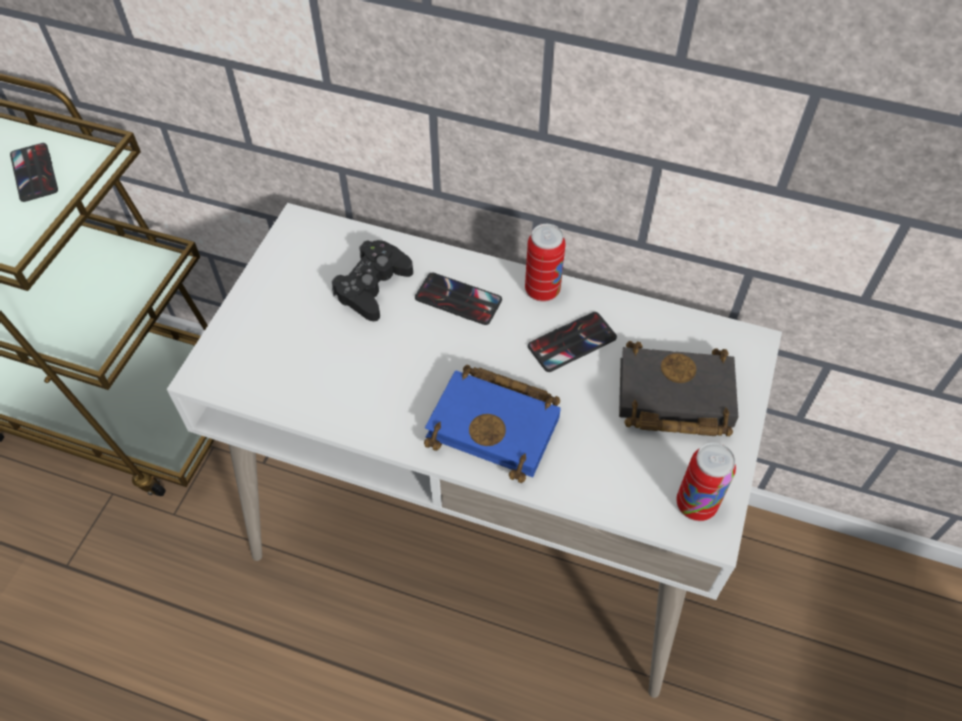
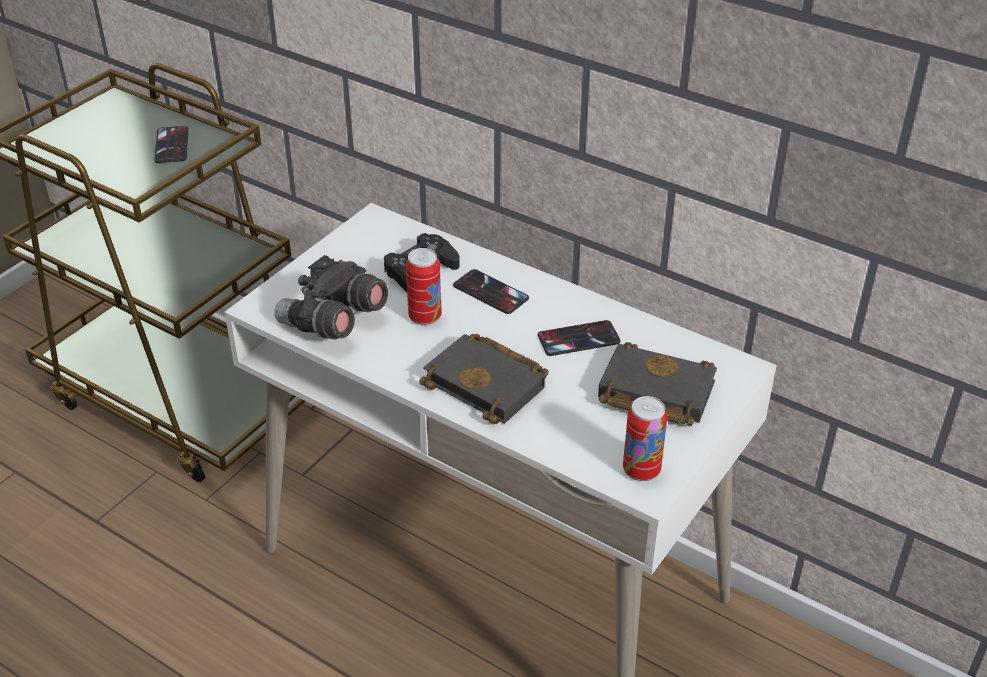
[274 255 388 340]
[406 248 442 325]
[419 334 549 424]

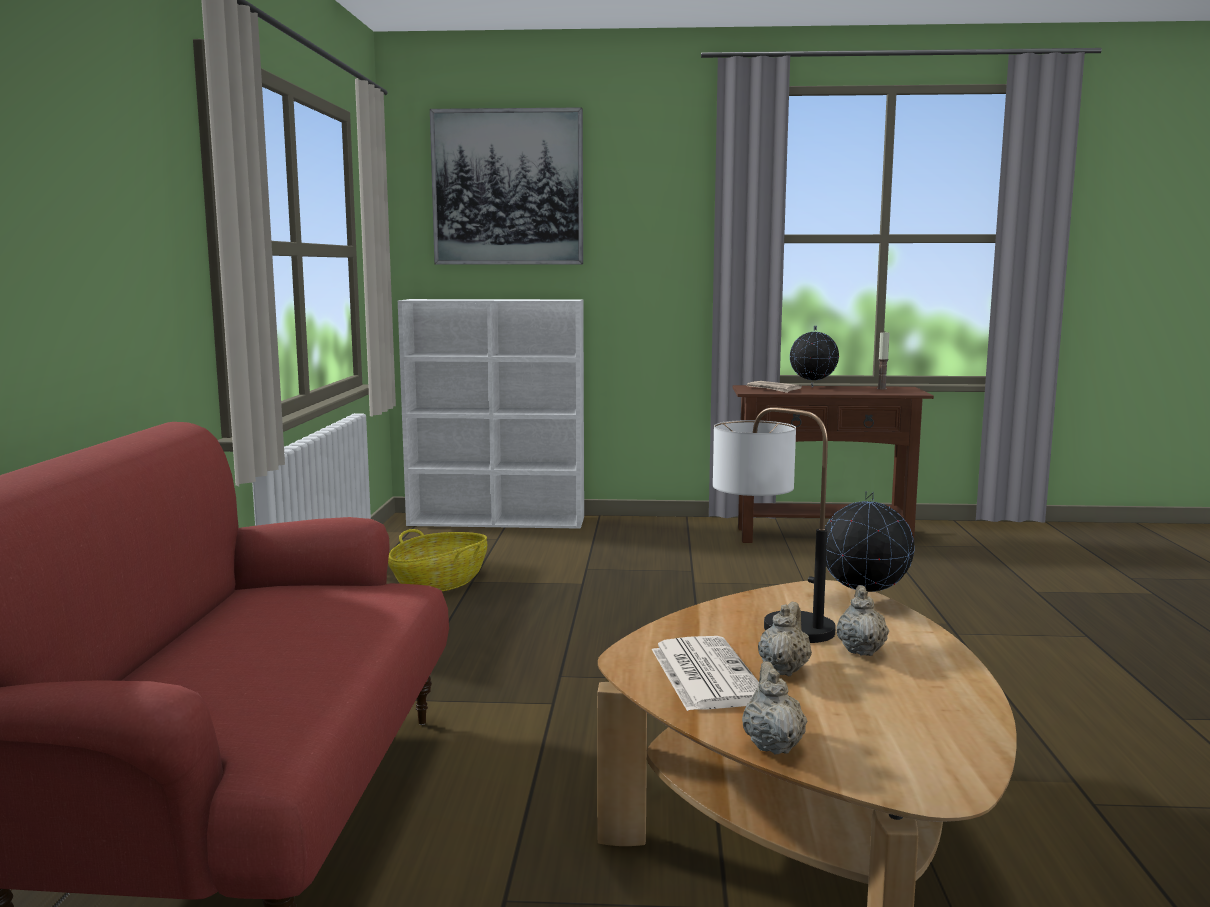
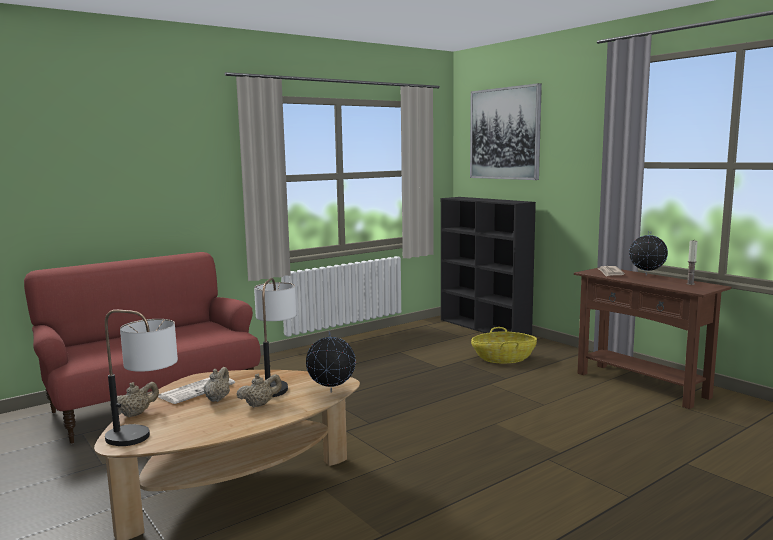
[105 310 178 446]
[471 327 537 363]
[441 197 536 335]
[204 367 230 402]

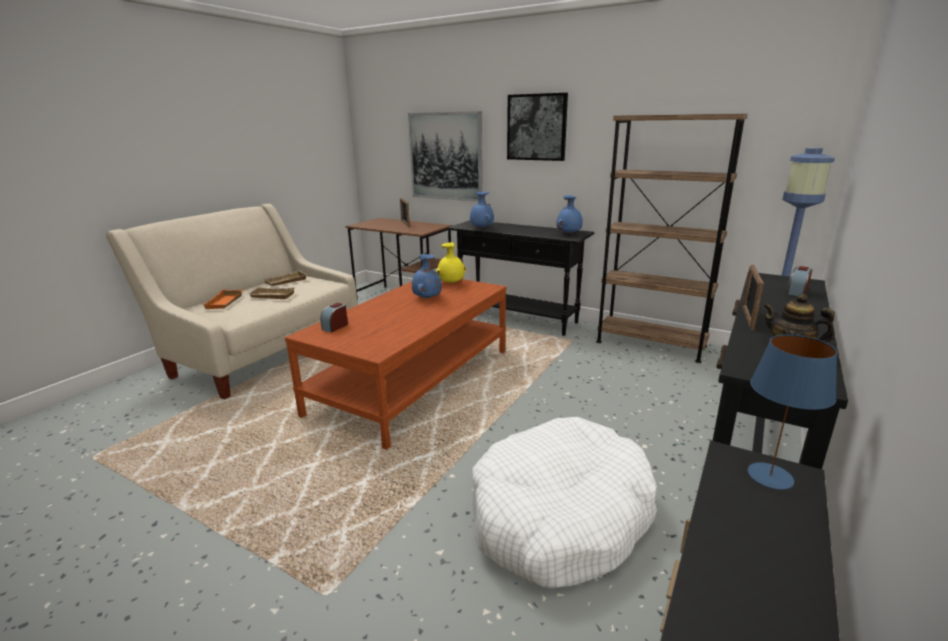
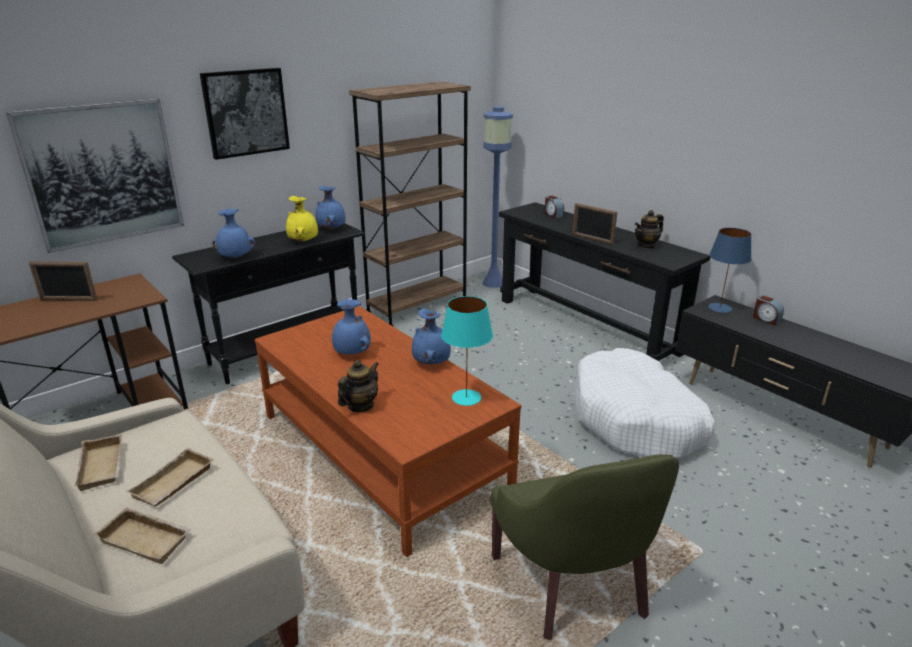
[338 360 379 412]
[412 308 451 364]
[441 296 493 406]
[490 454 679 640]
[753 296 784 326]
[286 196 318 242]
[93 507 192 564]

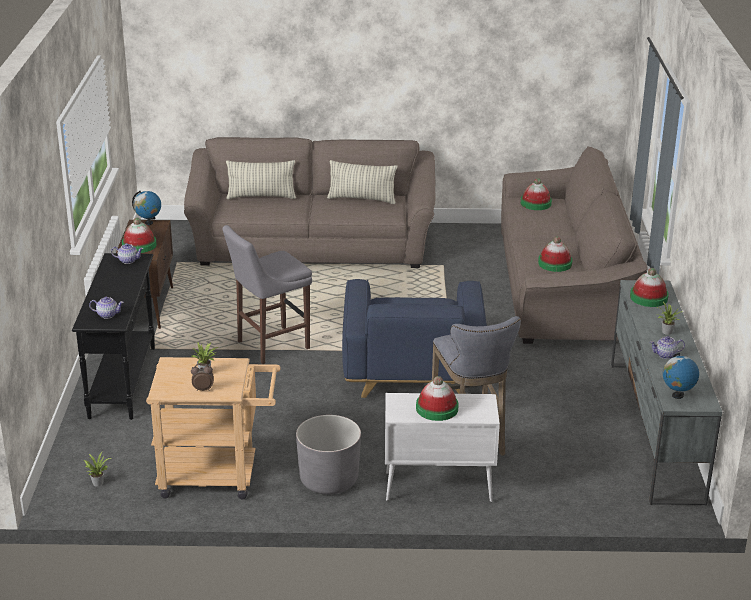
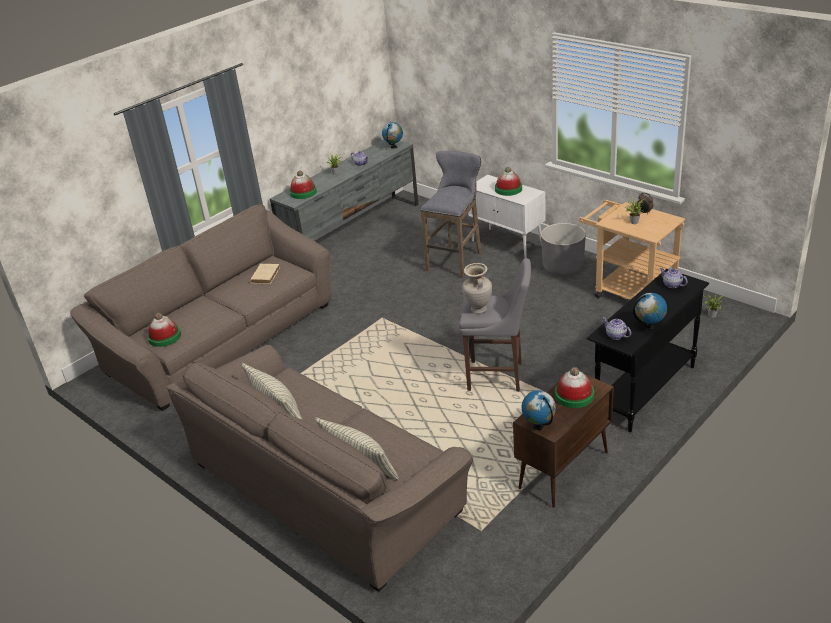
[342 279 487 398] (first image)
[462 263 492 314]
[633 293 667 330]
[250 264 280 284]

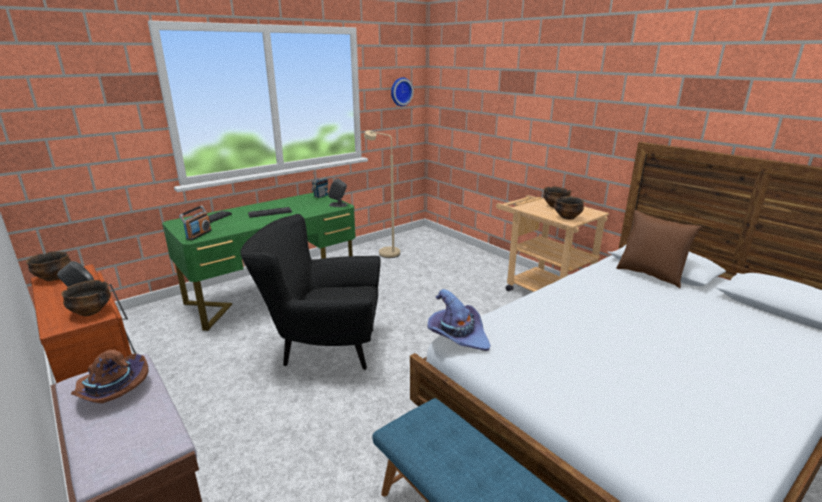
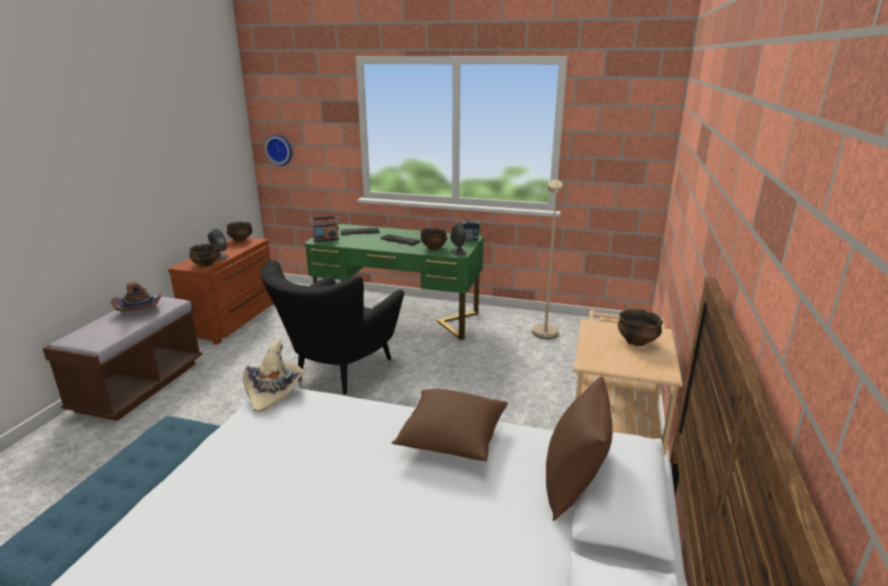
[392 389 507 462]
[265 135 292 166]
[420 228 447 250]
[243 340 305 412]
[260 260 404 394]

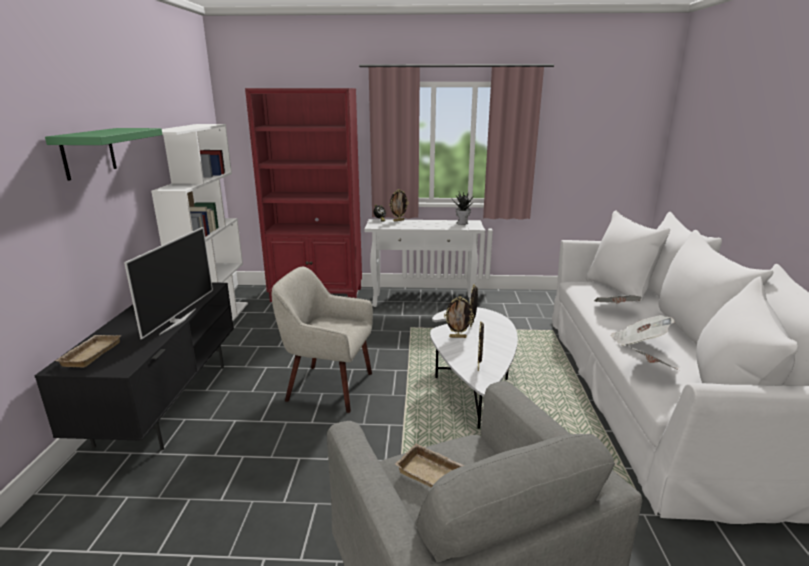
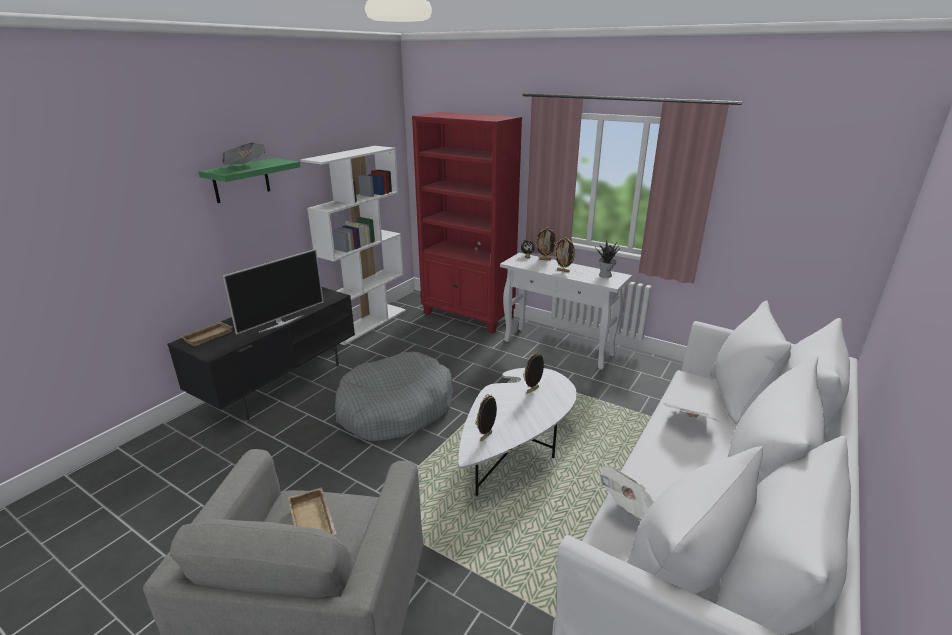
[554 237 576 273]
[222 143 265 165]
[335 352 453 441]

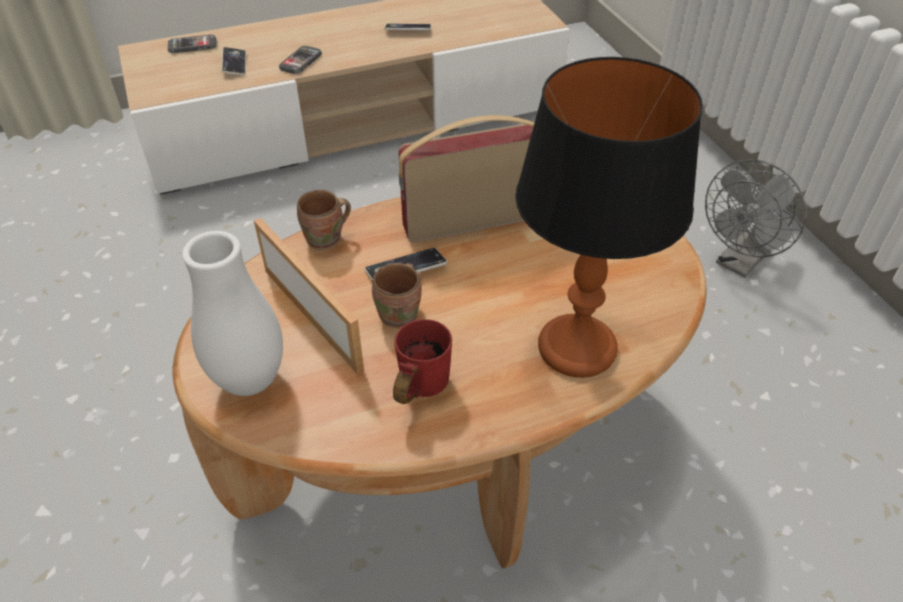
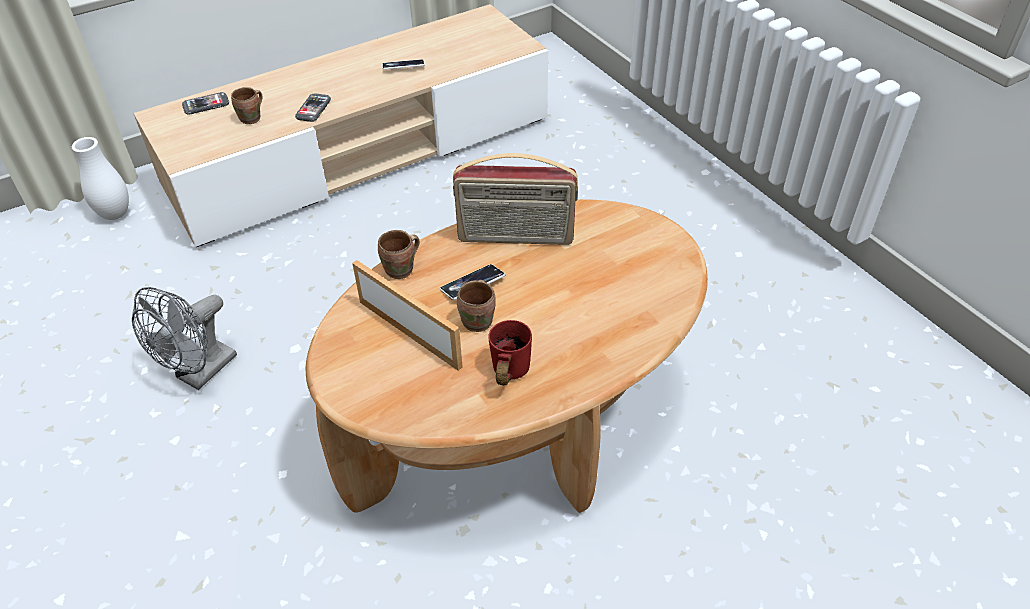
[515 57 703 378] (first image)
[72 137 129 220]
[132 287 237 390]
[231 87 262 124]
[453 153 578 245]

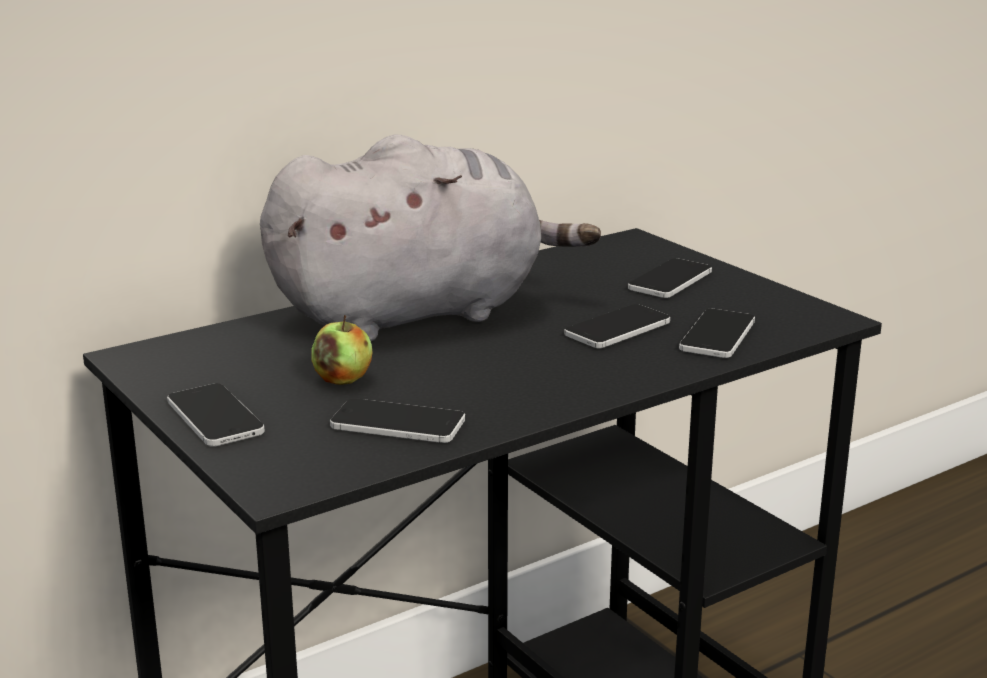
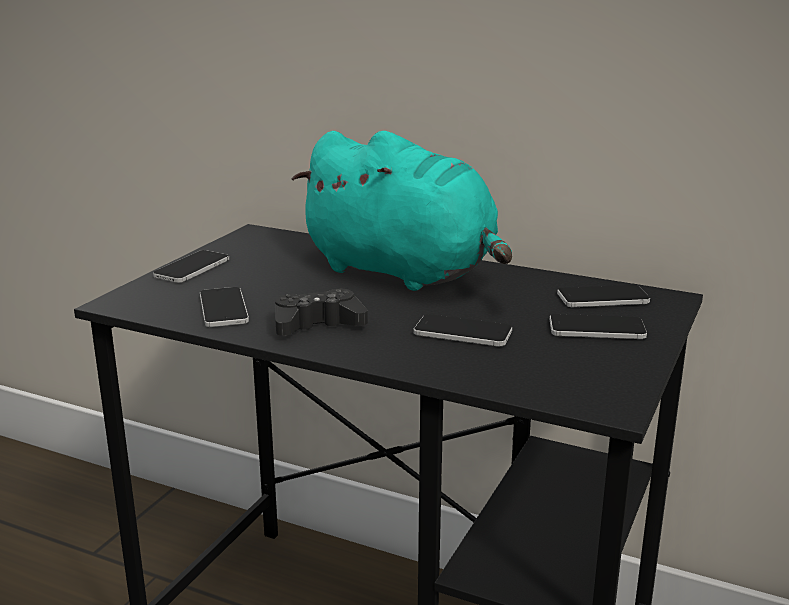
[311 315 372 385] (first image)
[275 288 368 336]
[557 285 650 307]
[292 131 512 291]

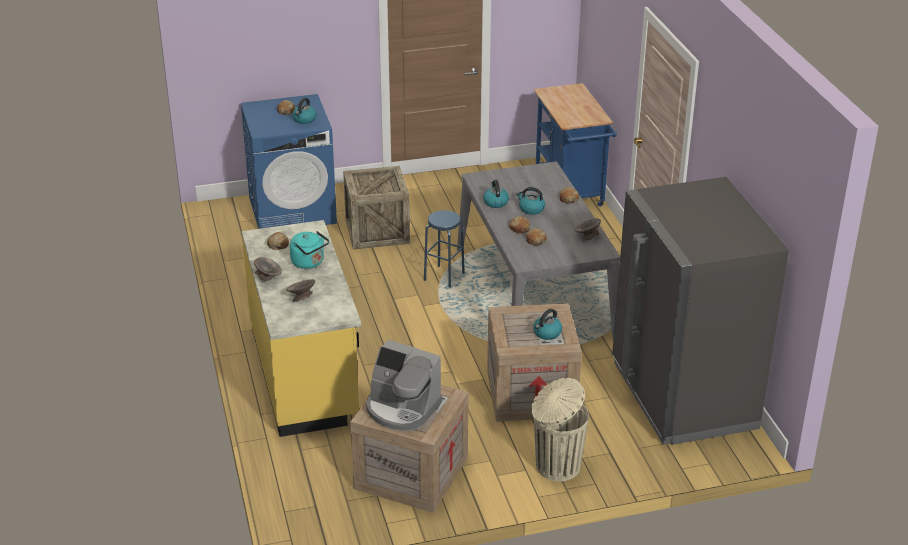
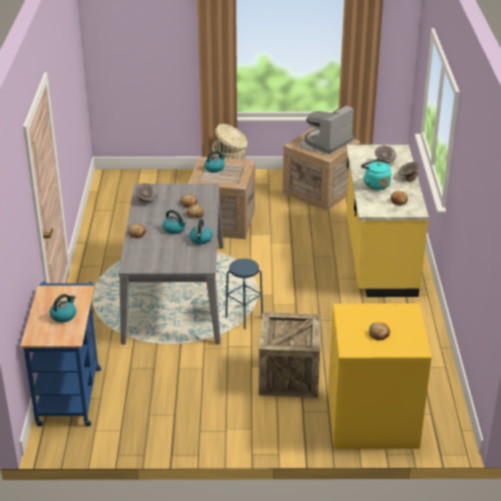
[612 177 789 445] (first image)
[50 294 76 322]
[328 303 432 449]
[305 105 354 154]

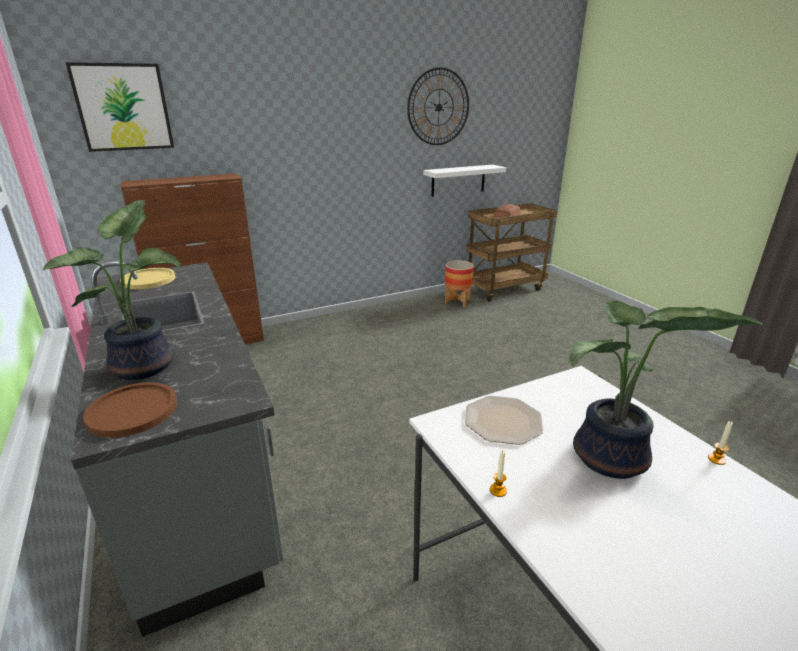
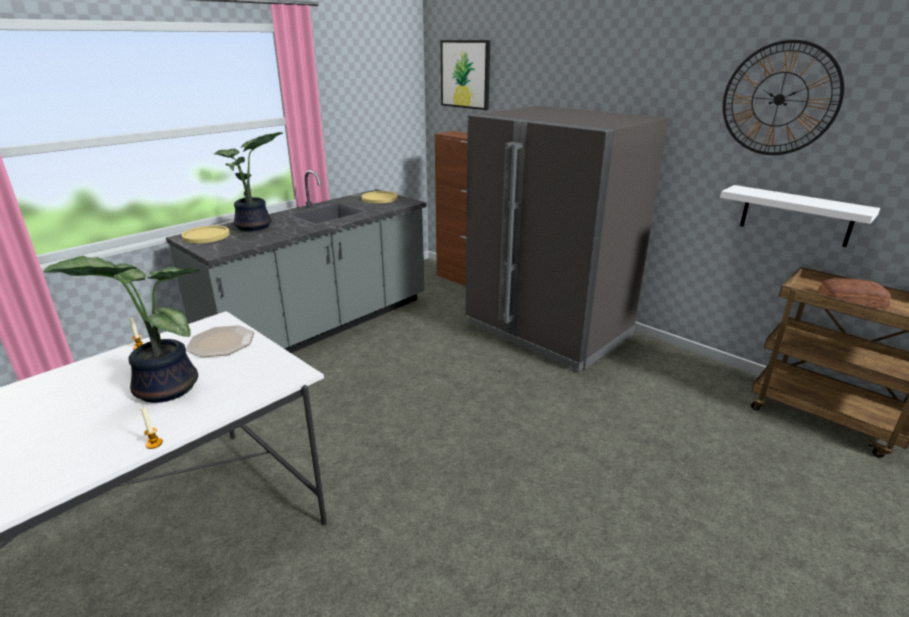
[445 260 474 308] (first image)
[466 106 669 372]
[181 226 230 243]

